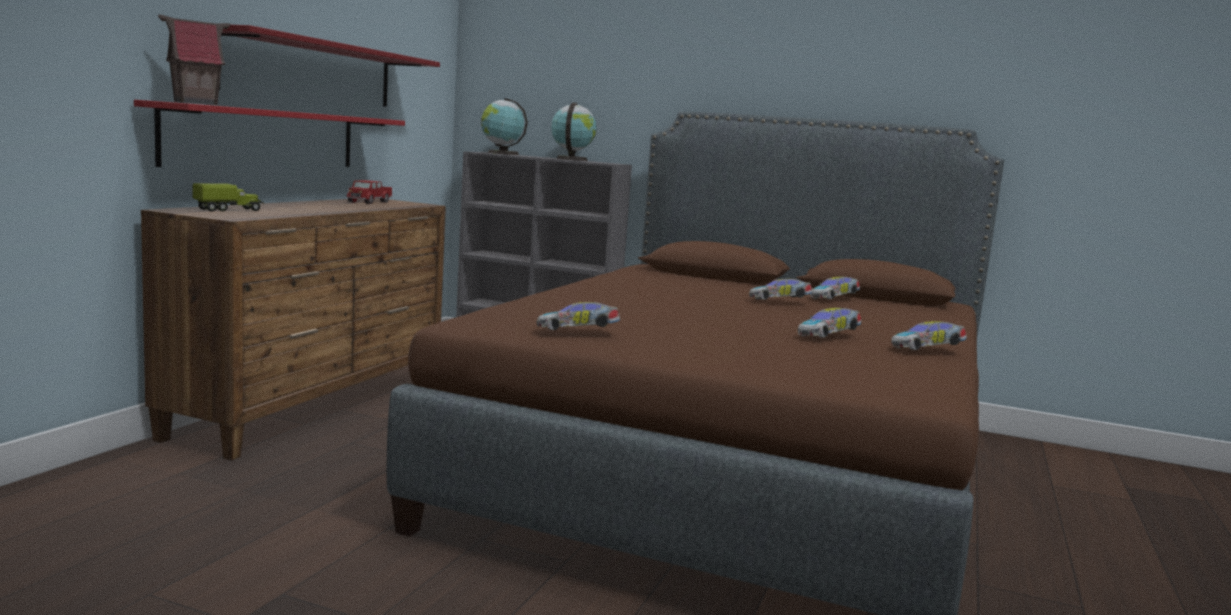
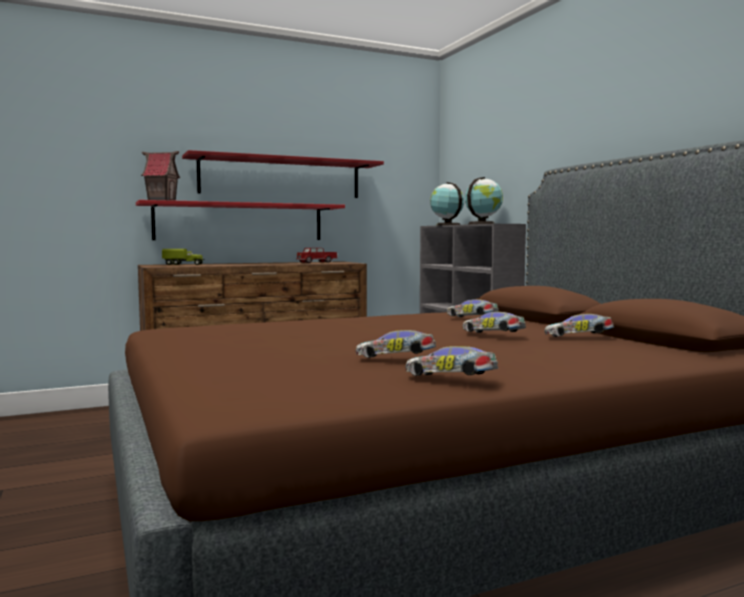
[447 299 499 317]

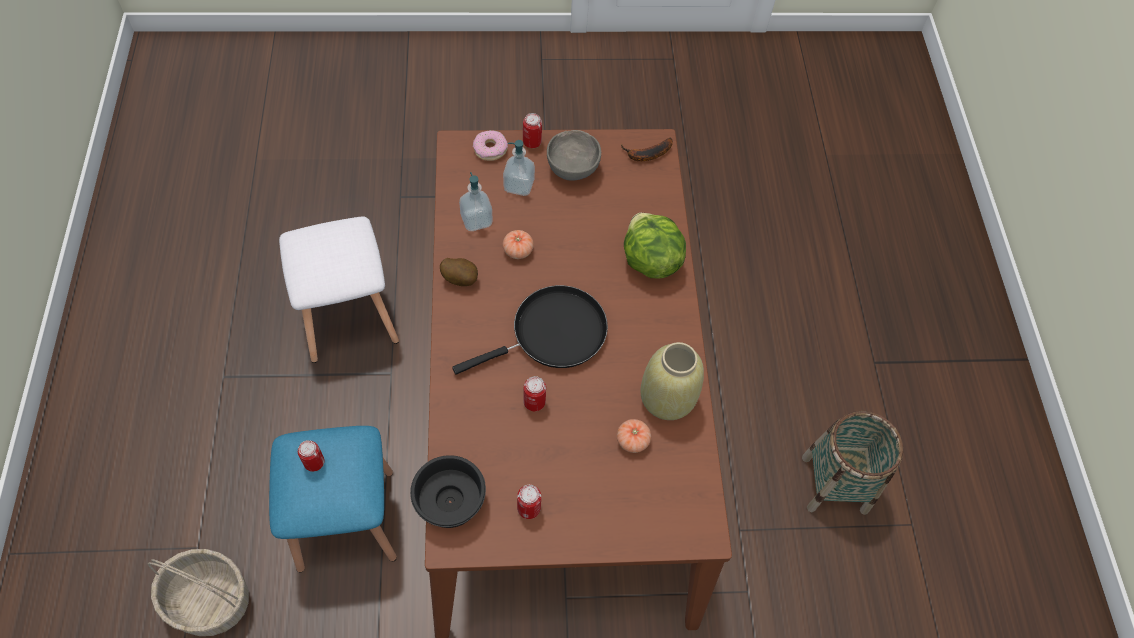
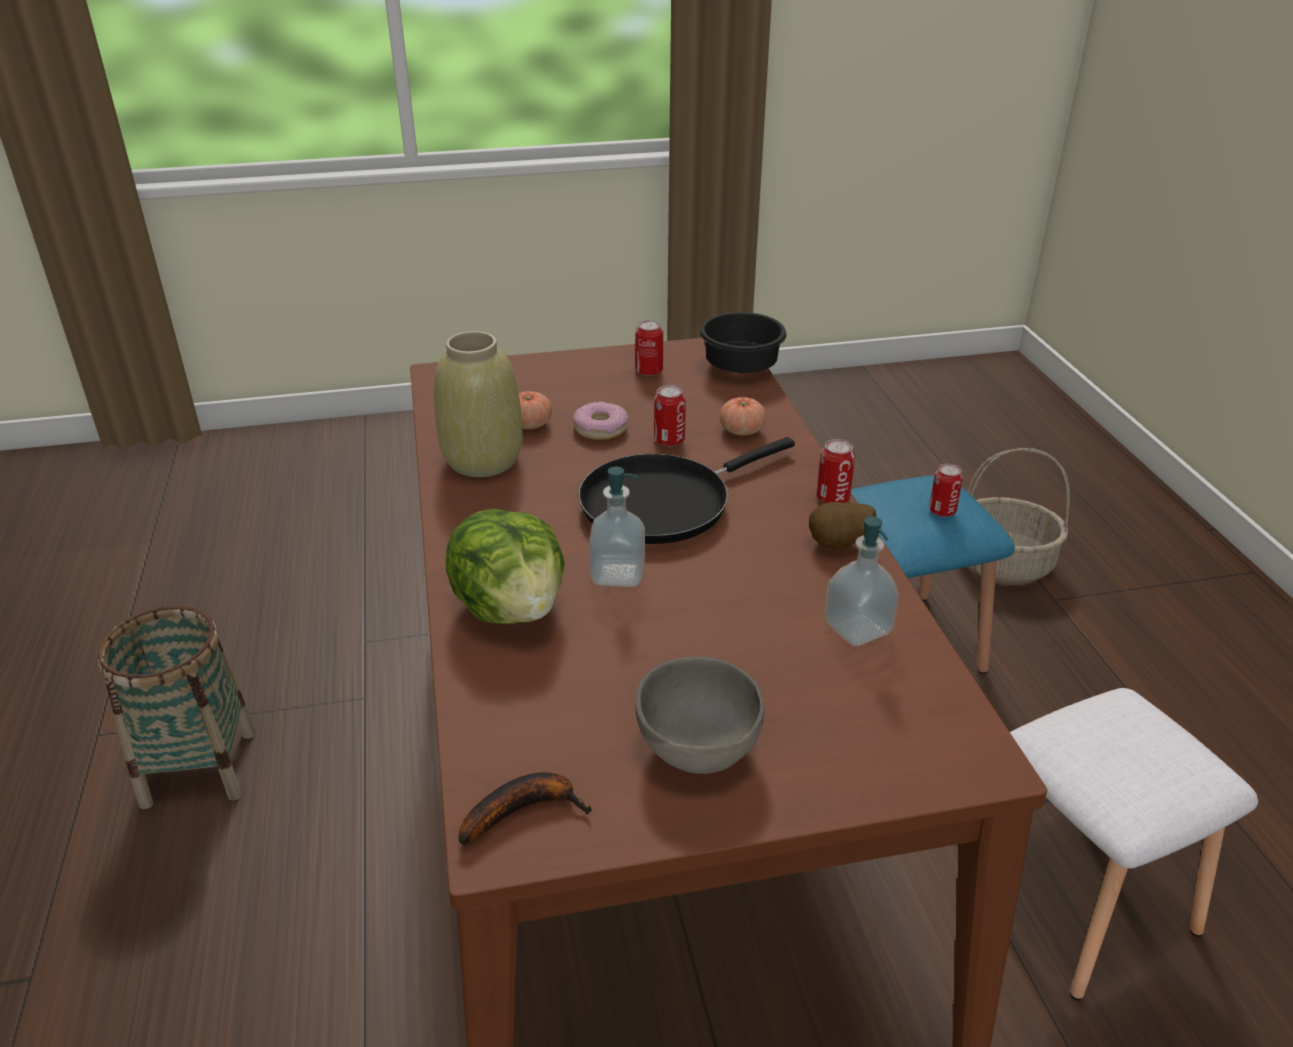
[573 402 628 440]
[720 397 766 436]
[589 466 645 587]
[816 439 855 503]

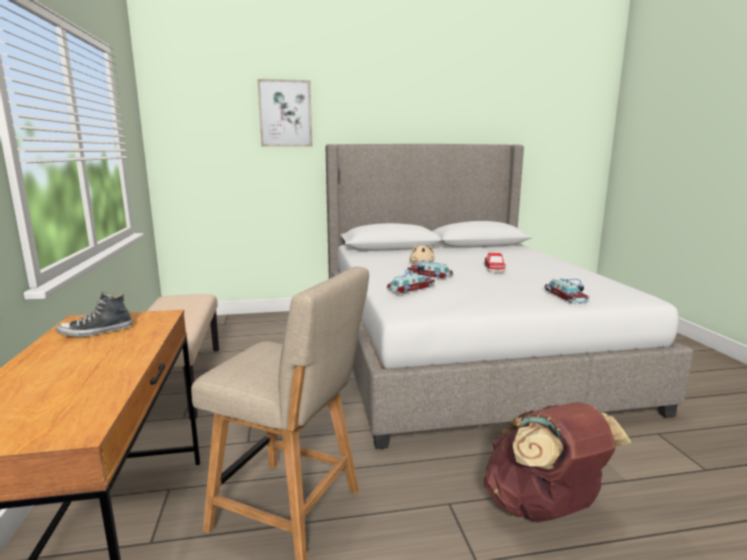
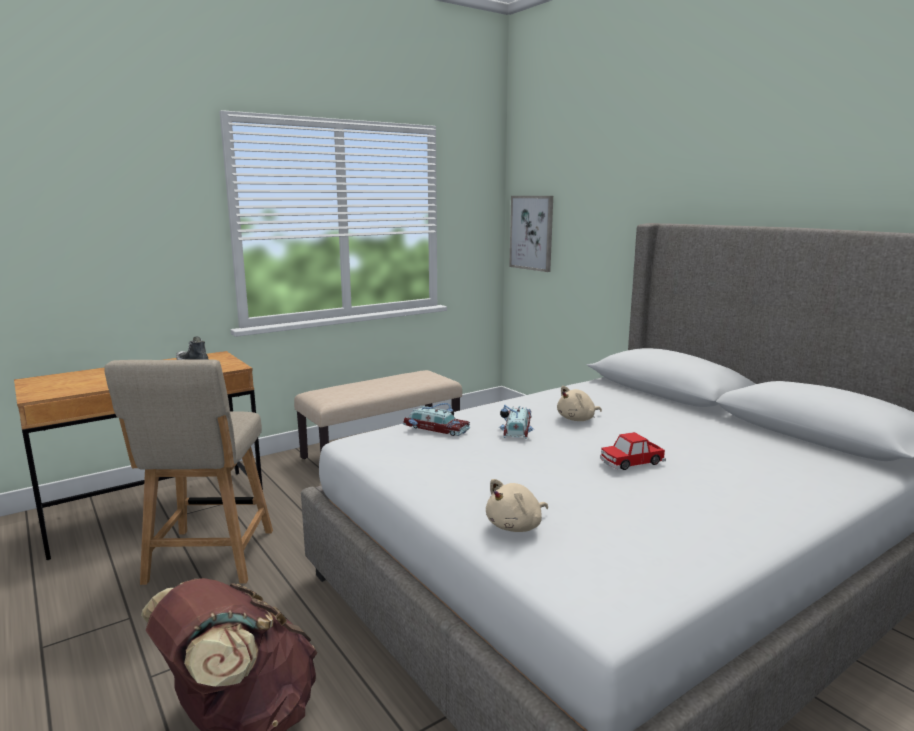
[509 196 553 272]
[486 479 548 532]

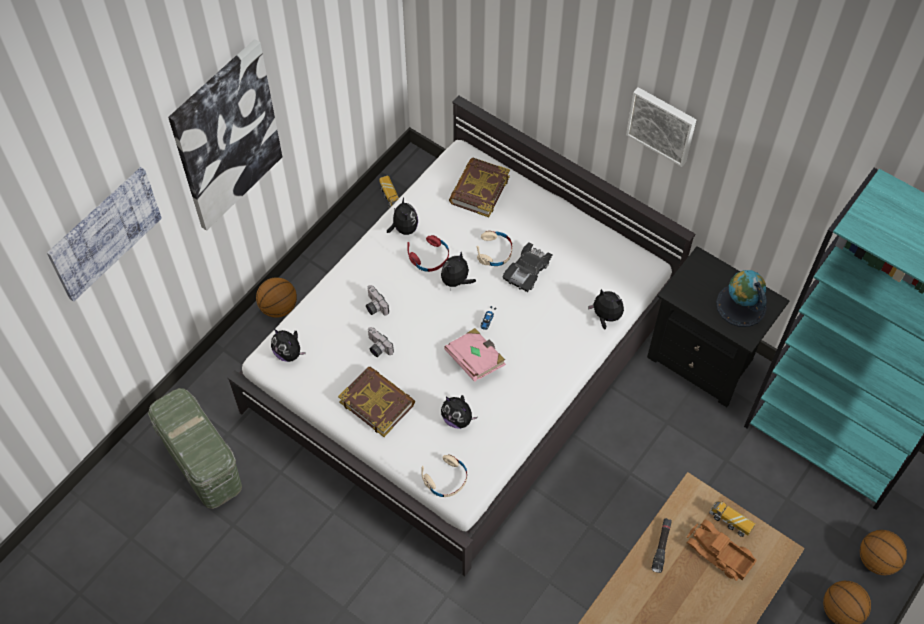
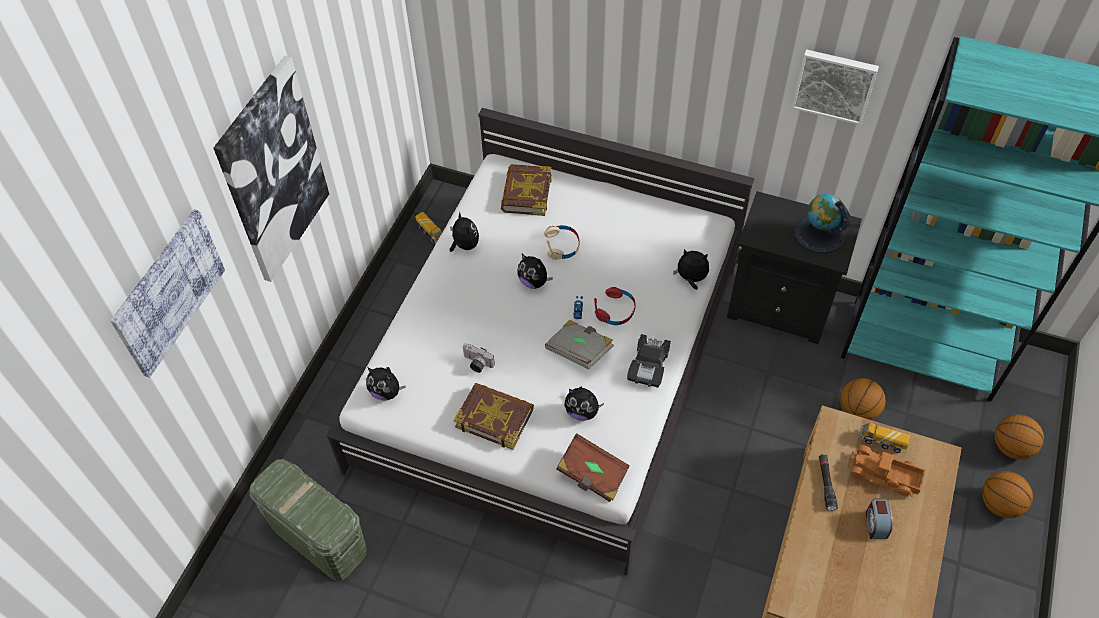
[366 285 389 316] (first image)
[866 498 893 539]
[840 378 886 420]
[594 287 636 325]
[627 334 671 387]
[792 49 879 125]
[556 433 630 502]
[545 320 614 370]
[517 253 553 289]

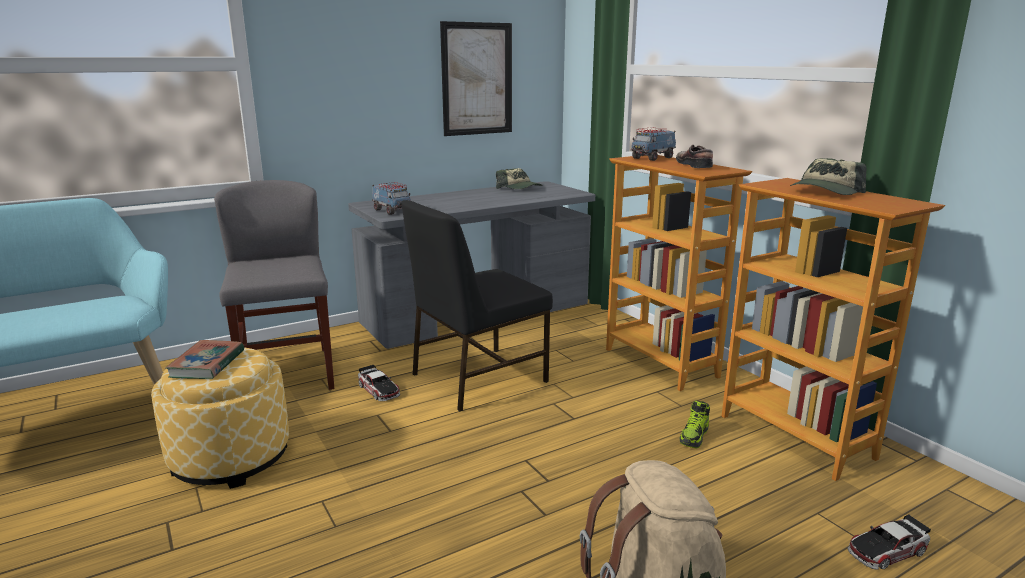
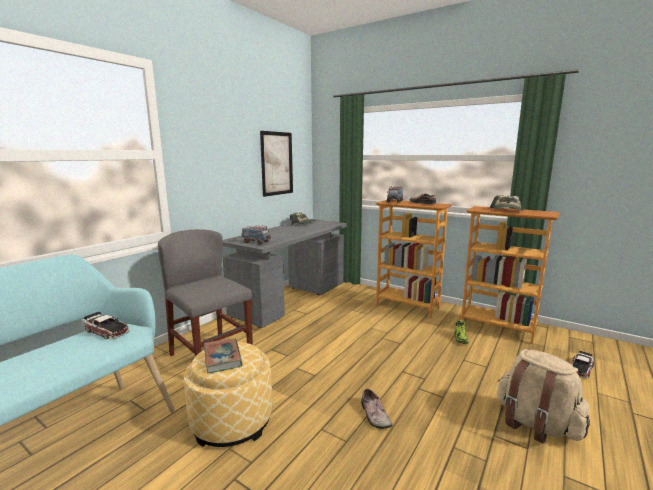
[401 200 553 412] (first image)
[361 388 392 429]
[84 311 129 339]

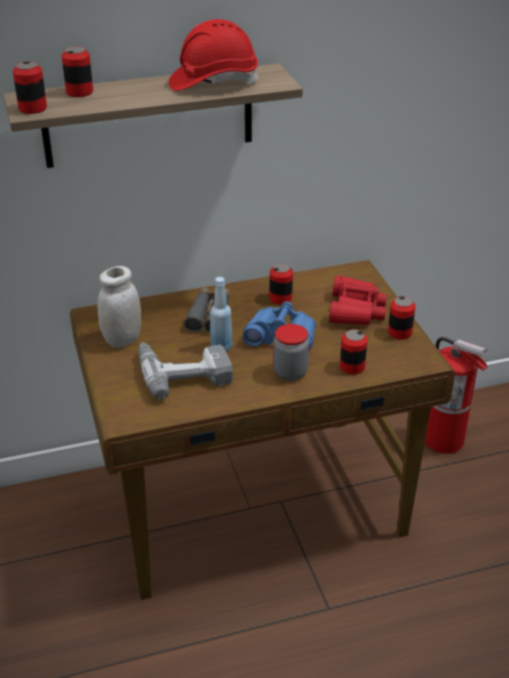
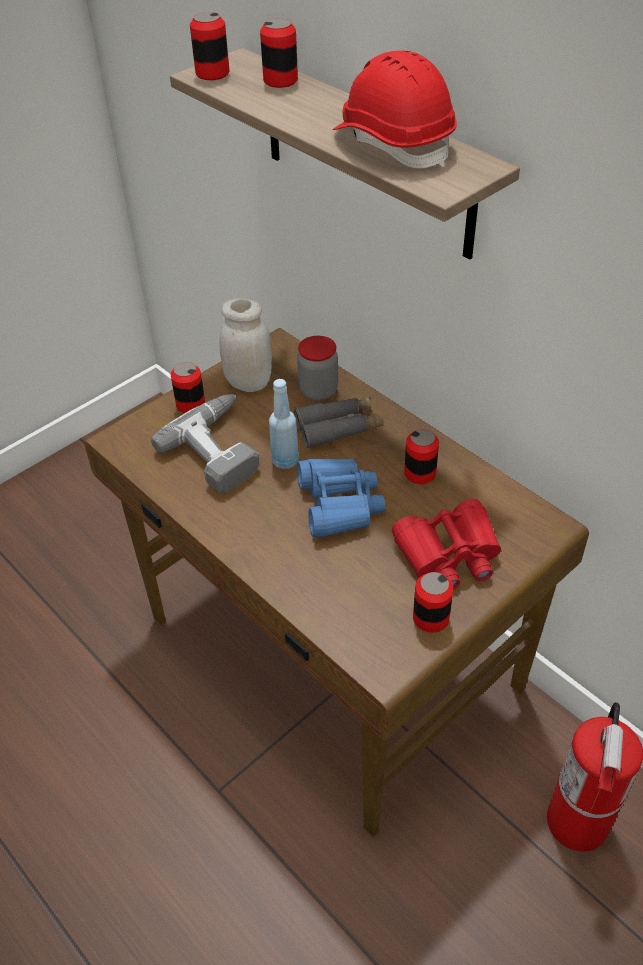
[297 336 338 401]
[171 362 205 413]

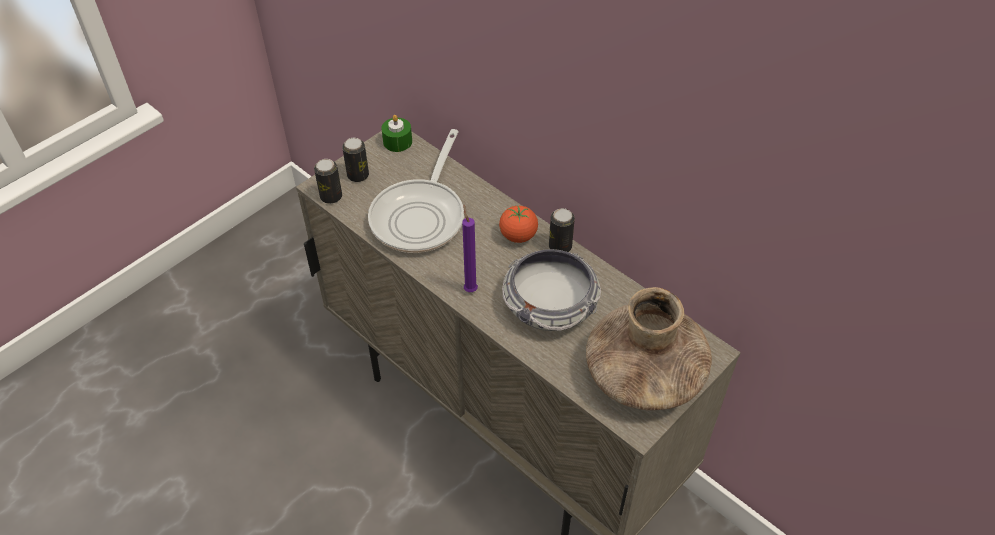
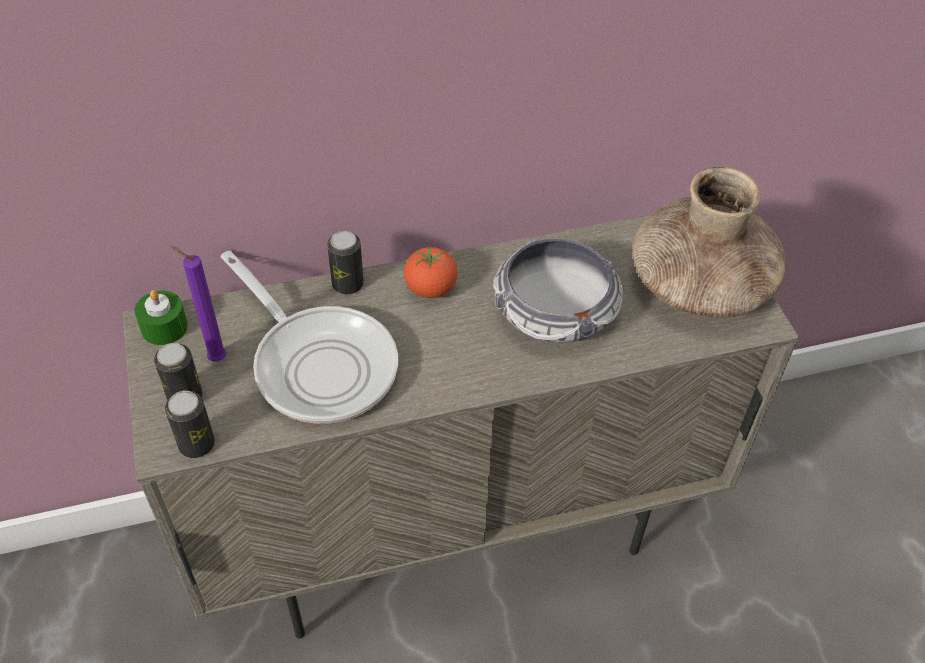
[171 246 227 362]
[327 231 364 294]

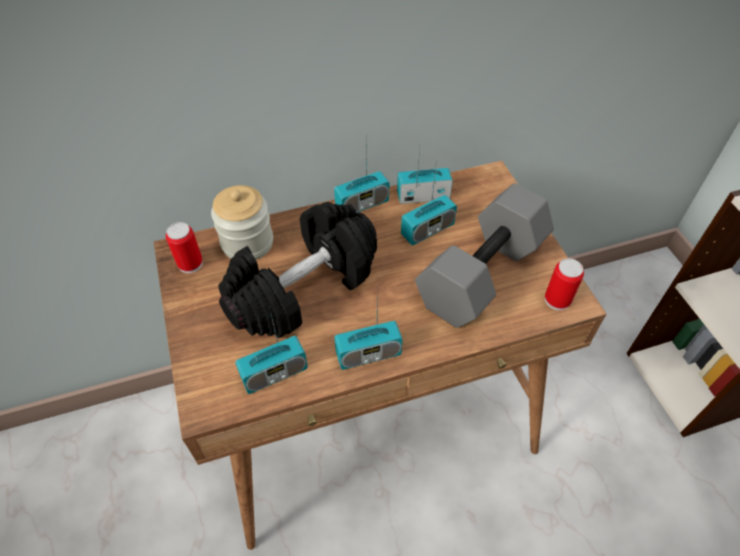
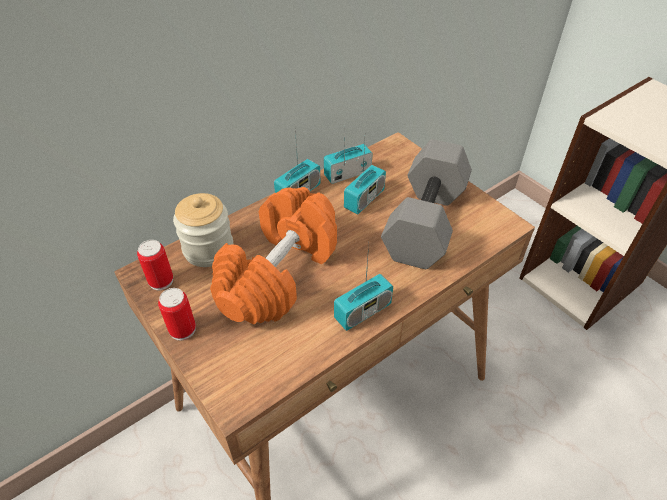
[235 307 308 394] (first image)
[158 288 196 340]
[210 187 337 325]

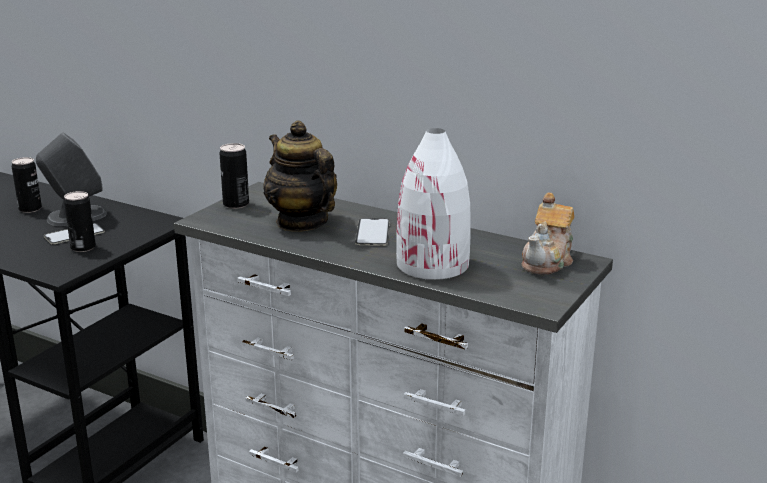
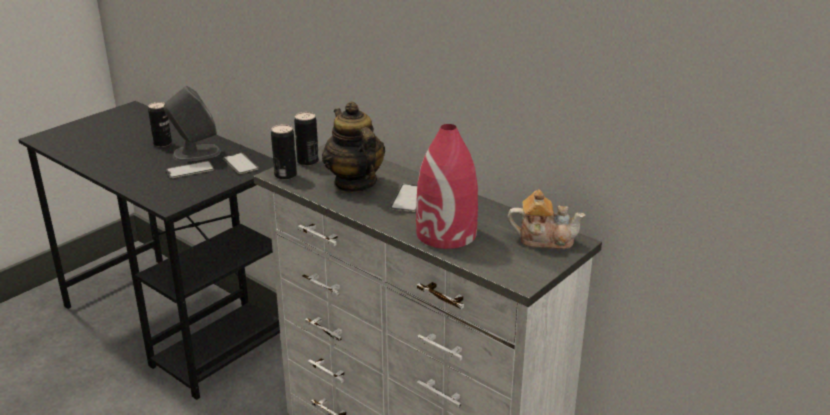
[223 153 259 174]
[271 124 297 180]
[416 124 478 249]
[508 189 586 249]

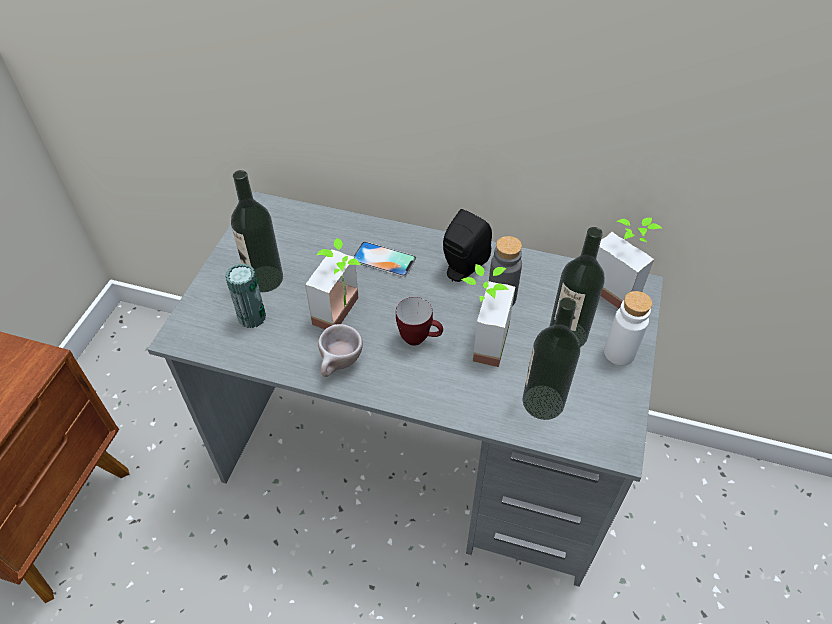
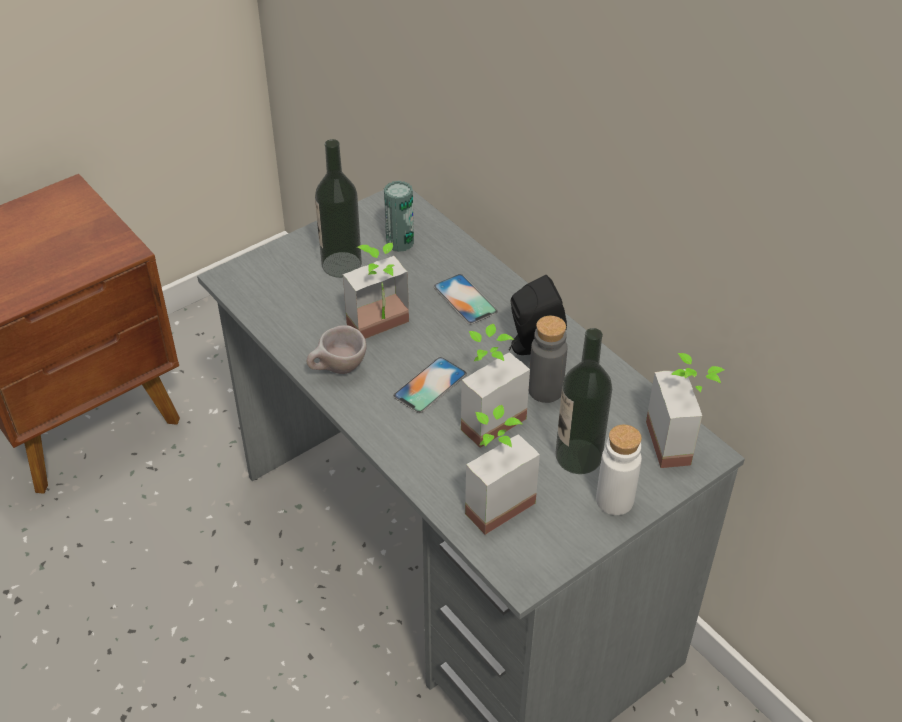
[384 181 414 252]
[393 357 467 413]
[465 405 540 535]

